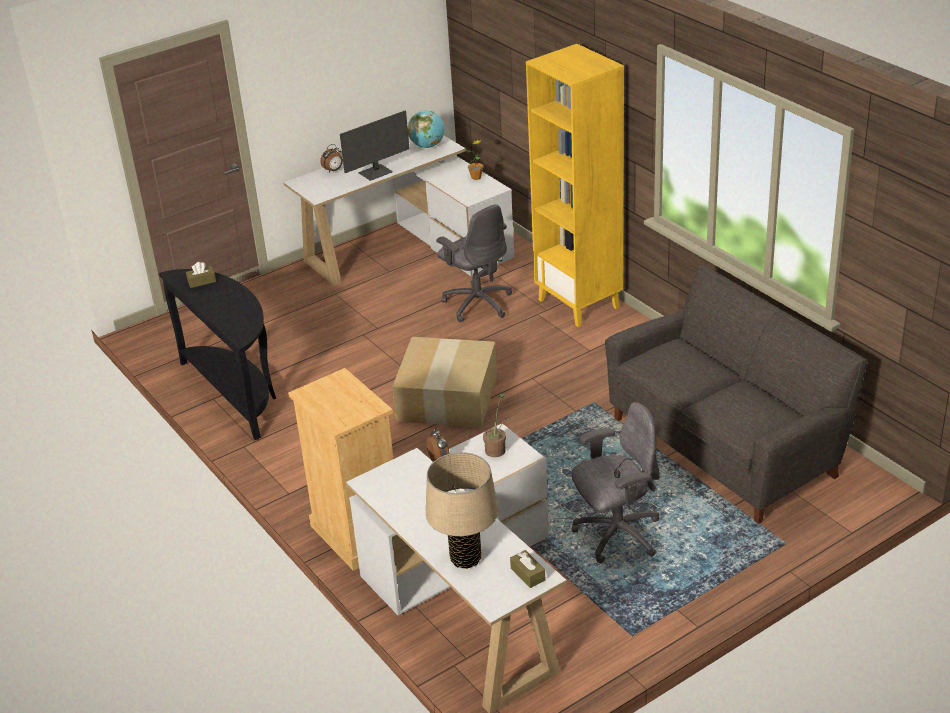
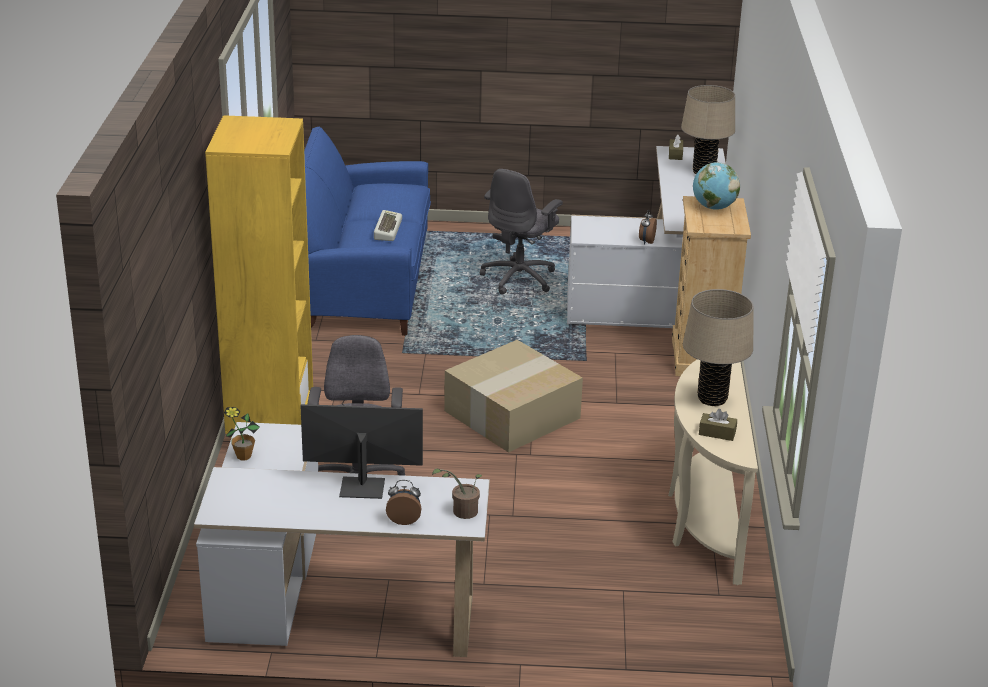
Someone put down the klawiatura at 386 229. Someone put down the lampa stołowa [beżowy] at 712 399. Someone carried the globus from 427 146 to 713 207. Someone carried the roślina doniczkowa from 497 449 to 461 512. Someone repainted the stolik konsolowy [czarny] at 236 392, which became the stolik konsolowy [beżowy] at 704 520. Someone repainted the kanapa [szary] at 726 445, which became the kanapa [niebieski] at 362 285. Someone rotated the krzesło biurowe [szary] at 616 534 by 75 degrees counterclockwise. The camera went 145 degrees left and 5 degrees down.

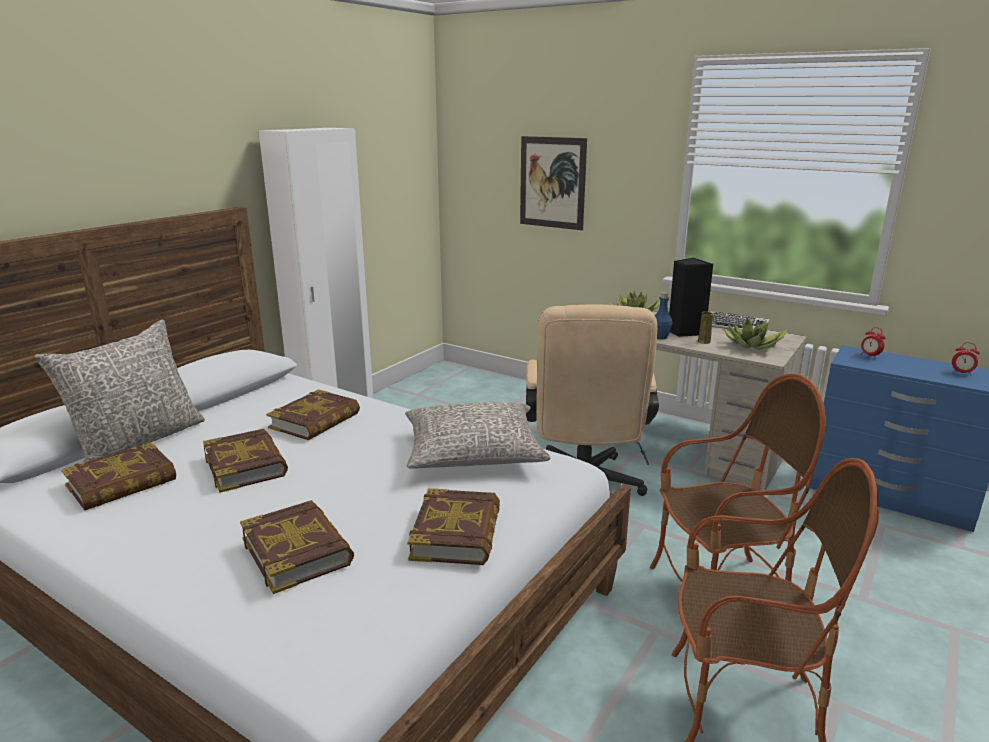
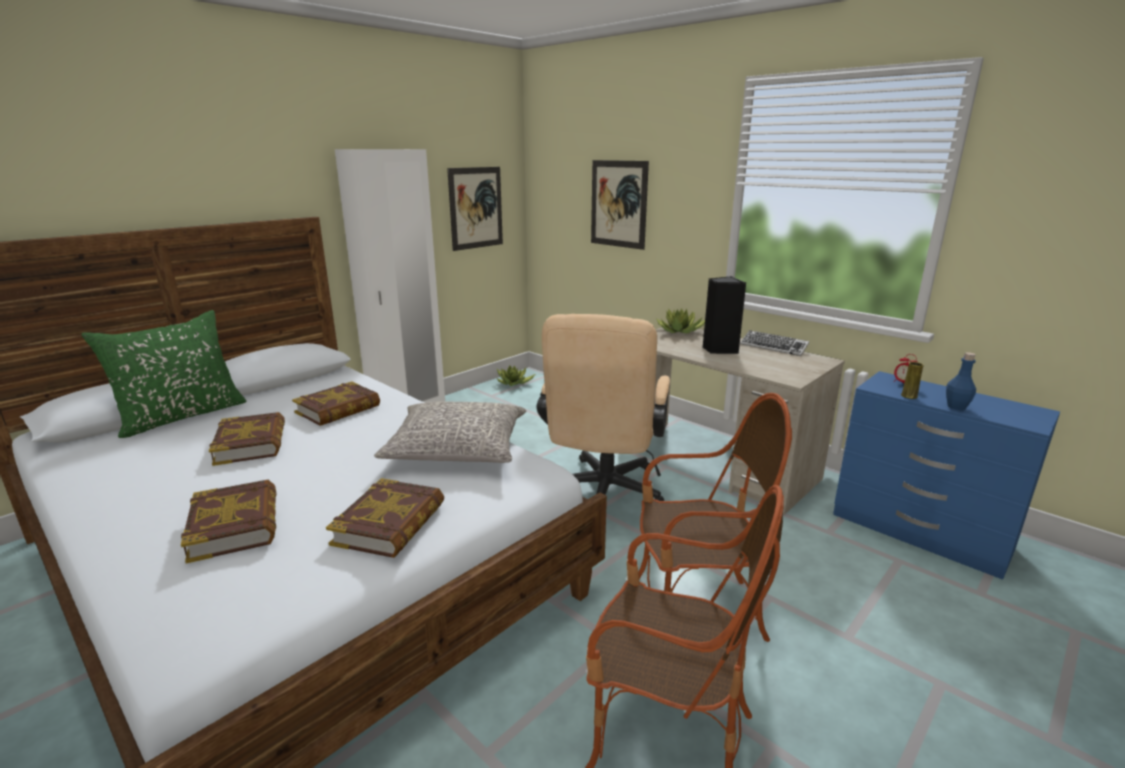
Someone took away the książka at 122 483. Someone took away the budzik at 961 373. Someone put up the obraz at 476 208. Someone carried the butelka [niebieski] from 660 337 to 956 407. Someone carried the wazon [żółty] from 704 341 to 909 396. Someone carried the roślina doniczkowa from 753 346 to 514 383. Someone repainted the poduszka [szary] at 138 442, which became the poduszka [zielony] at 181 416. The camera went 10 degrees right and 0 degrees up.

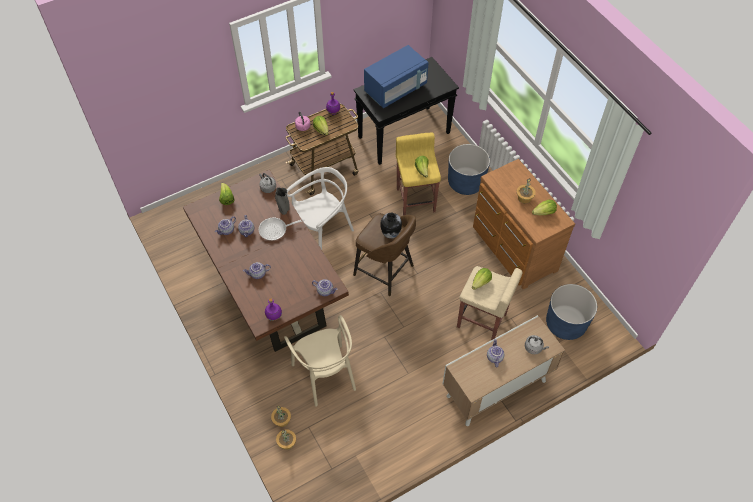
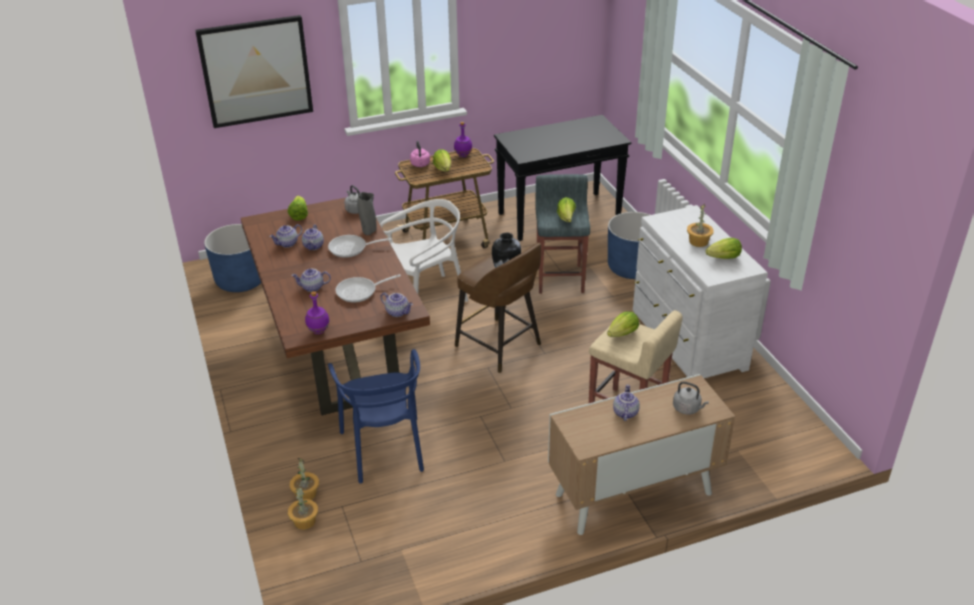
Someone took away the mikrofalówka [niebieski] at 396 89. Someone put up the obraz at 256 71. Someone put down the patelnia at 360 292. Someone carried the donica [niebieski] from 565 323 to 241 280. Someone repainted the krzesło [beżowy] at 325 375, which became the krzesło [niebieski] at 384 449. Someone repainted the stołek [żółty] at 415 199, which became the stołek [szary] at 560 278. Someone repainted the komoda [brązowy] at 513 249, which became the komoda [biały] at 686 341. The camera went 10 degrees right and 20 degrees down.

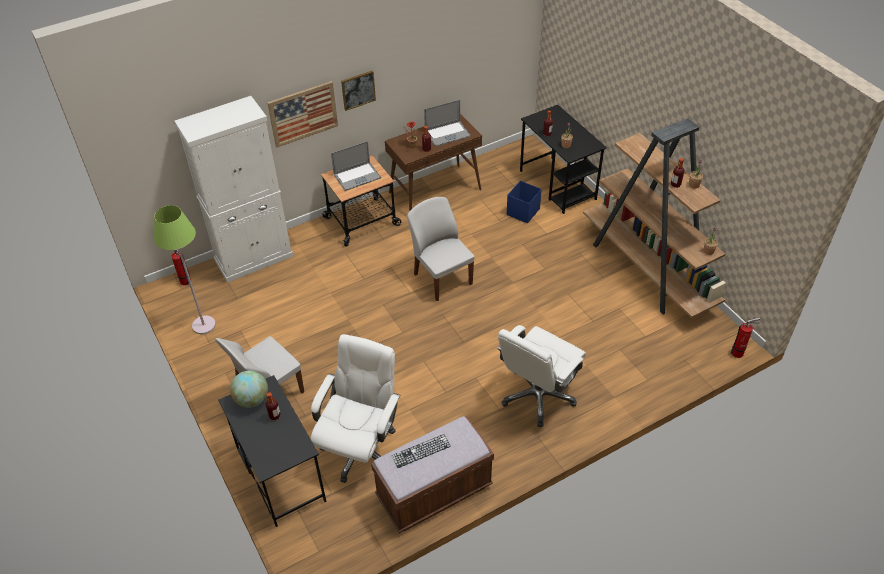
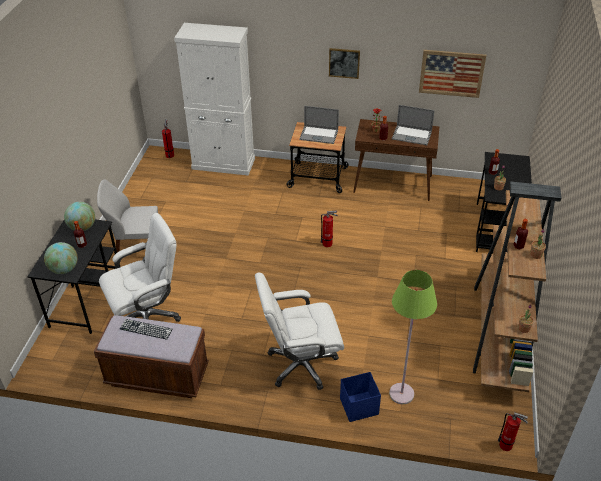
Someone put down the globus at 64 269. Someone carried the lampa stojąca [zielony] from 203 325 to 401 393. Someone carried the obraz from 303 114 to 451 73. Someone carried the pojemnik do przechowywania [niebieski] from 522 212 to 358 406. Someone swapped the krzesło [biały] at 442 278 for the gaśnica at 328 244. The camera went 40 degrees right and 5 degrees down.

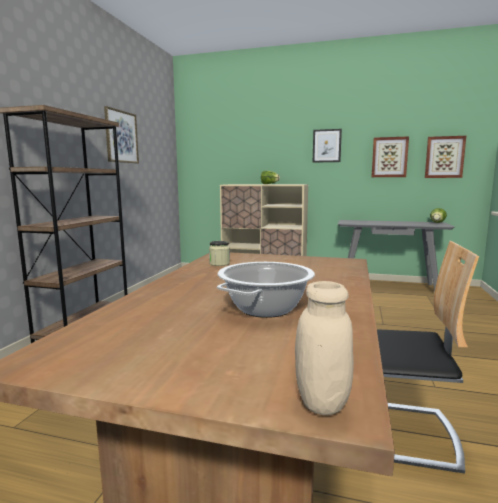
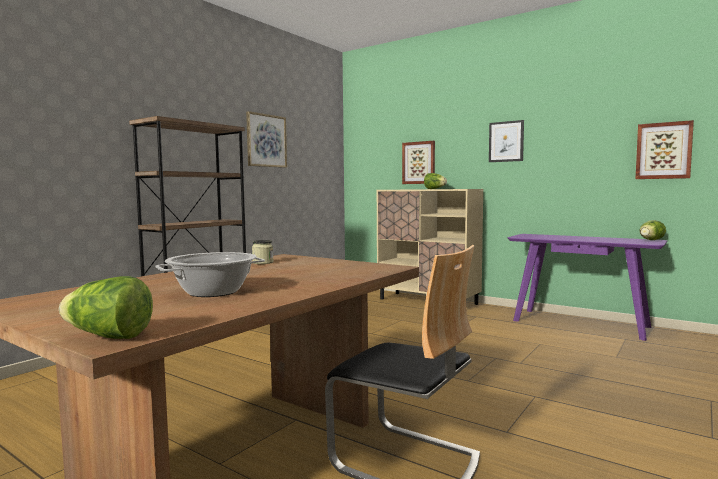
Someone carried the obraz from 389 157 to 419 163. Someone swapped the słoik [beżowy] at 322 402 for the sałata at 109 337. Someone repainted the stolik konsolowy [szary] at 388 286, which became the stolik konsolowy [fioletowy] at 580 323. The camera went 20 degrees right and 5 degrees down.

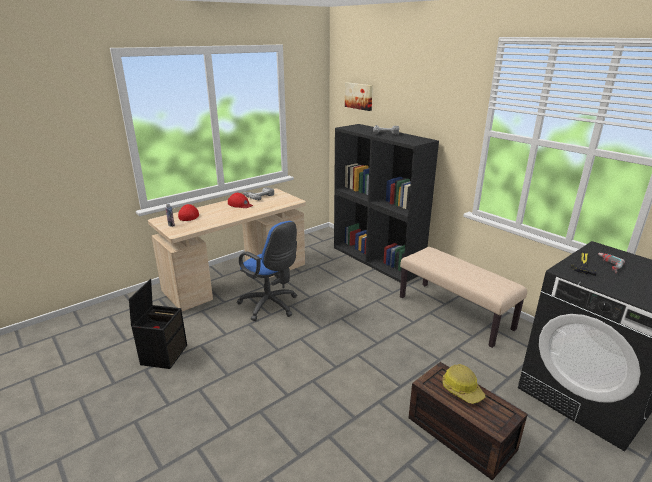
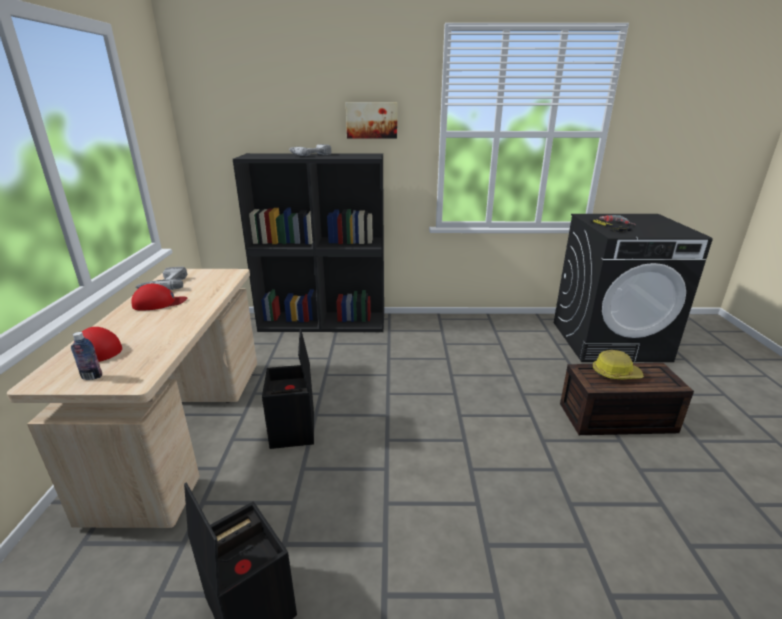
Someone took away the ławka [beżowy] at 455 312. Someone carried the obraz from 359 96 to 371 120. Someone swapped the krzesło biurowe [niebieski] at 271 306 for the pojemnik do przechowywania [czarny] at 294 430. The camera went 50 degrees left and 0 degrees up.

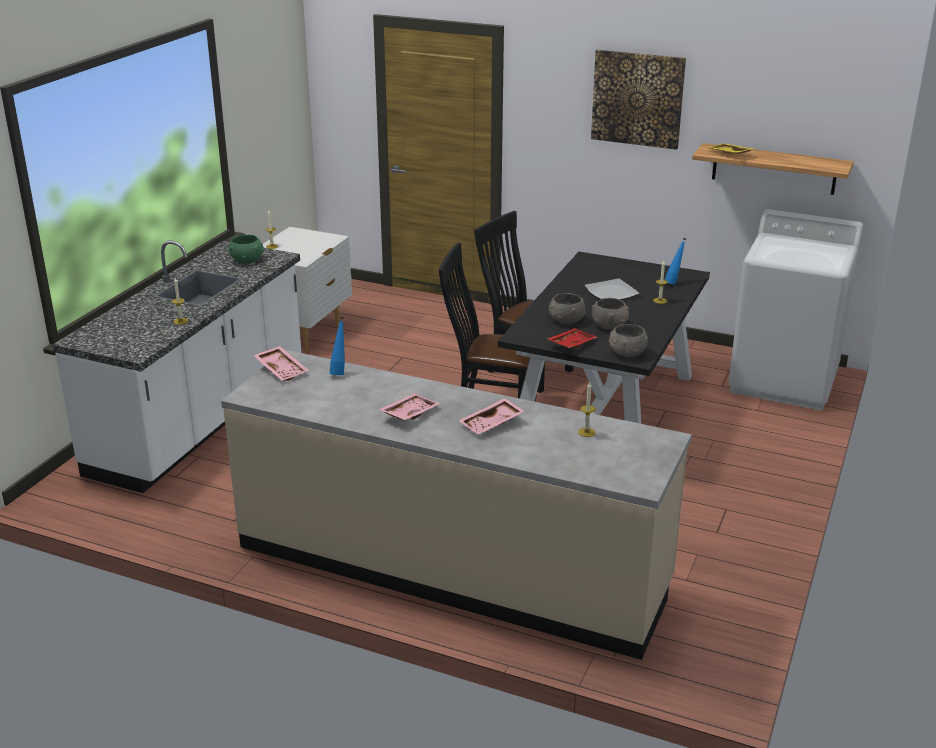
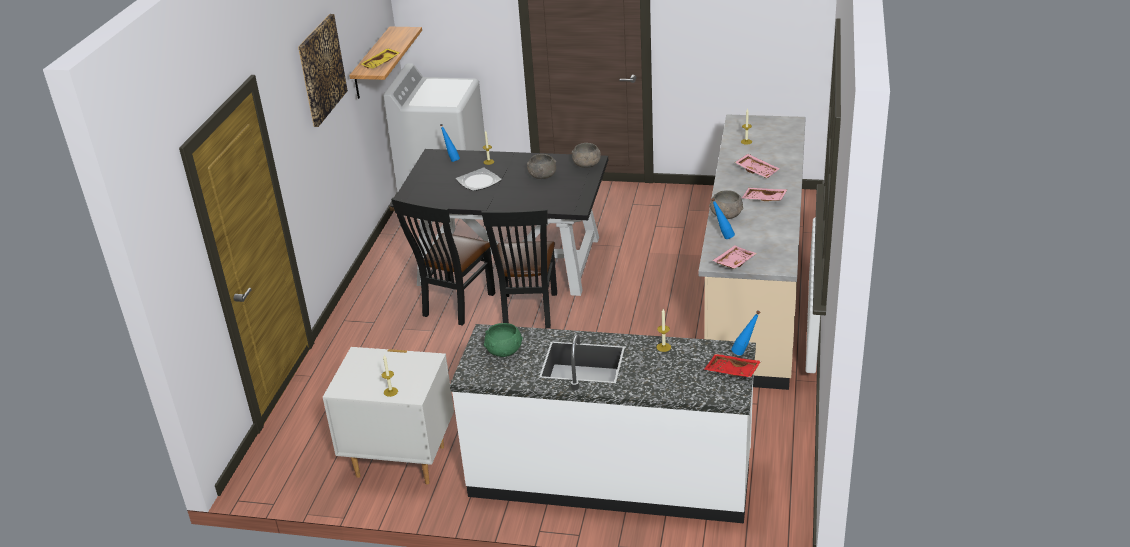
Someone put down the butelka [niebieski] at 744 353. Someone carried the taca [czerwony] from 571 344 to 731 372. Someone carried the miska [szary] from 566 320 to 726 215. The camera went 100 degrees left and 5 degrees up.

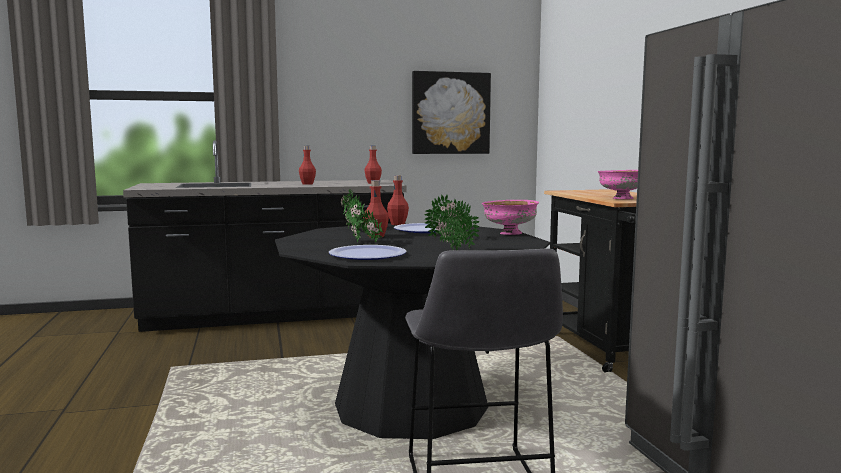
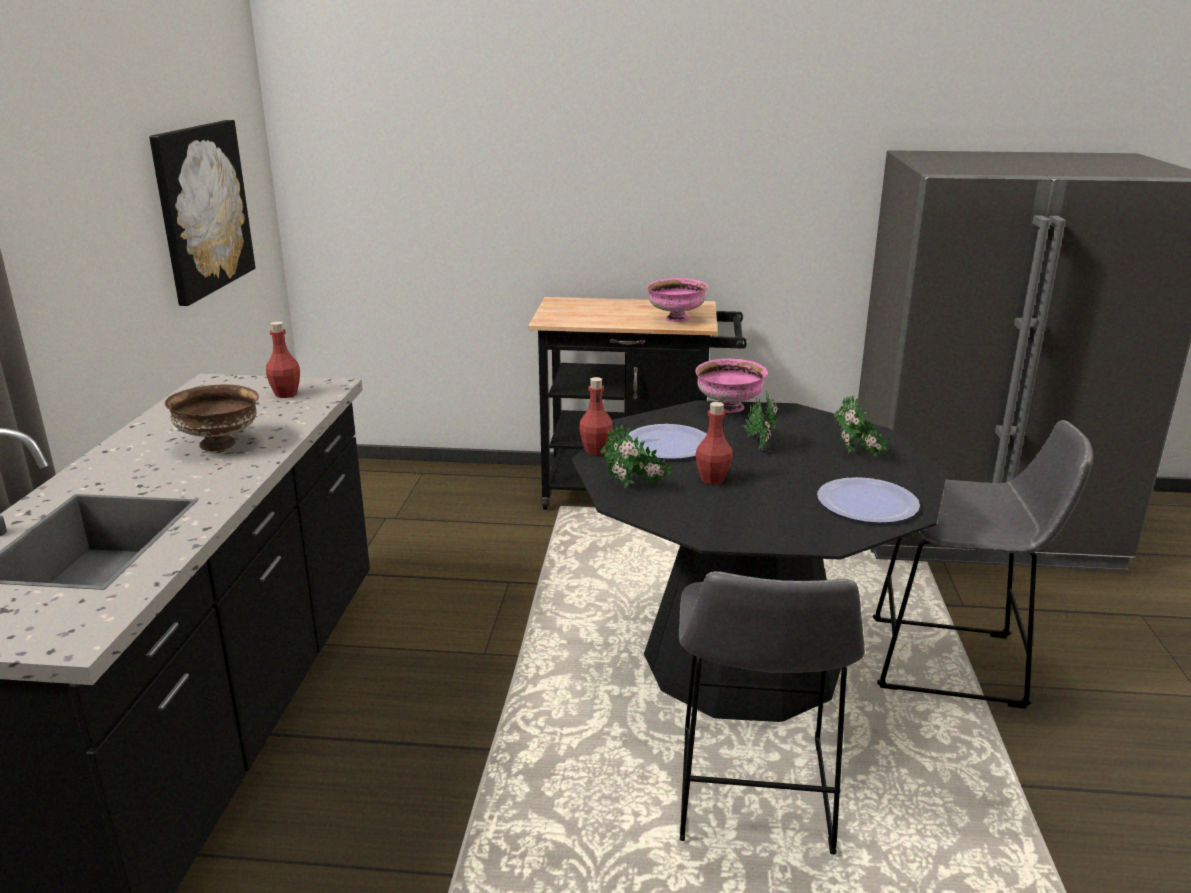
Someone took away the roślina doniczkowa at 363 243. Someone put down the stołek [szary] at 752 797. Someone swapped the butelka [czerwony] at 307 184 for the miska [brązowy] at 220 444. The camera went 70 degrees left and 15 degrees up.

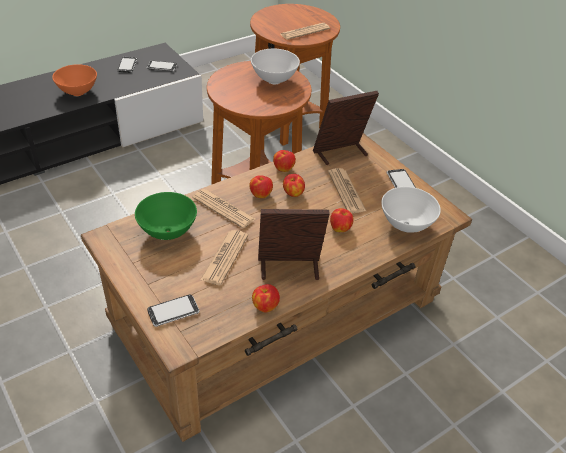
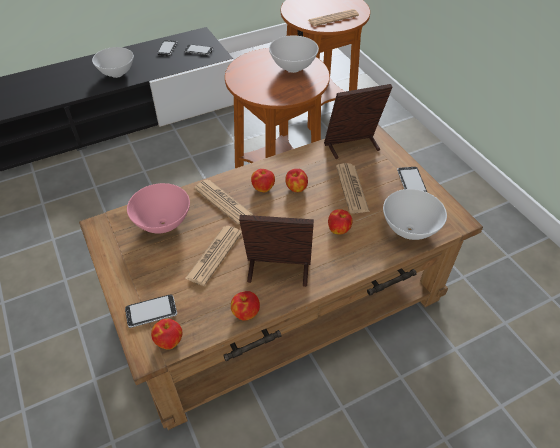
Someone carried the jabłko from 283 168 to 169 340. Someone repainted the miska [pomarańczowy] at 78 92, which became the miska [biały] at 117 74. Someone repainted the miska [zielony] at 168 232, which became the miska [różowy] at 163 224. The camera went 10 degrees right and 5 degrees up.

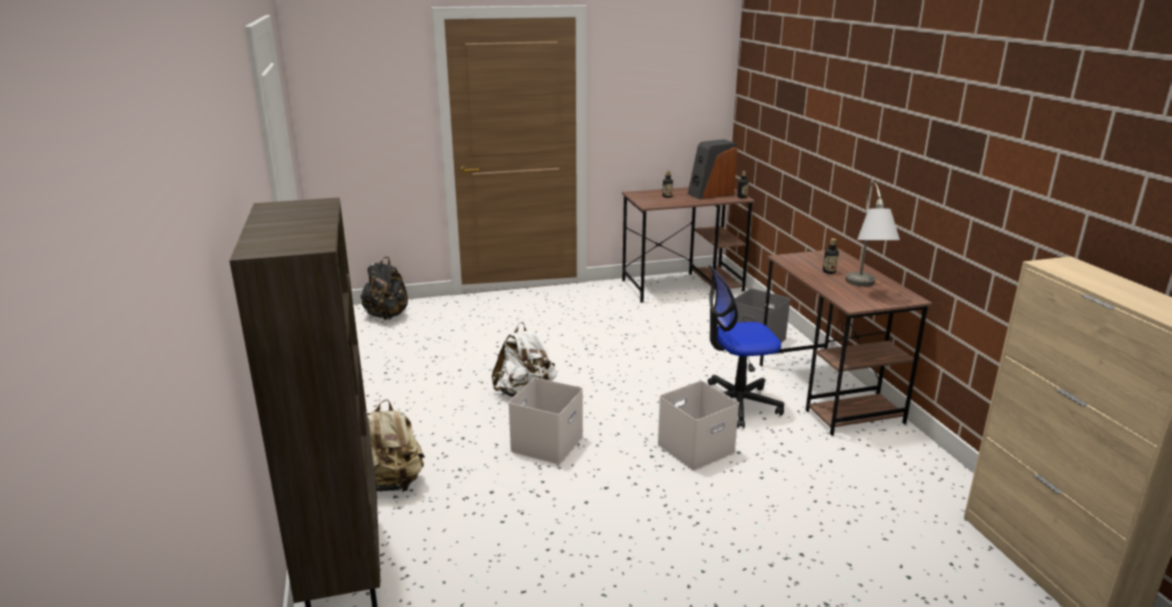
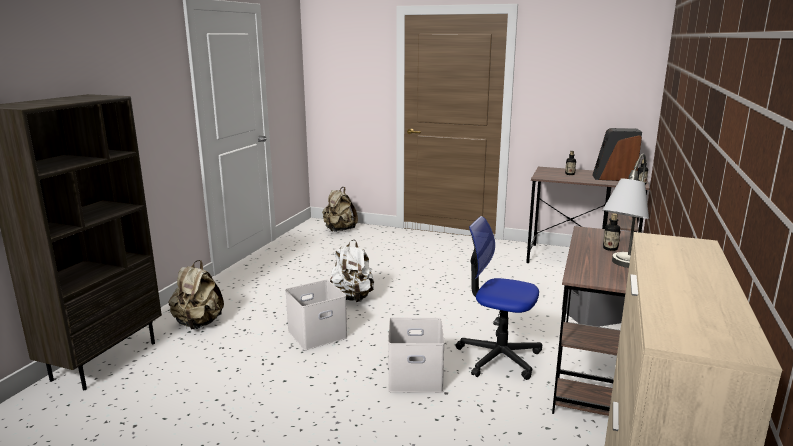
Someone repainted the plecak [czarny] at 387 316, which became the plecak [beżowy] at 339 230. The camera went 35 degrees right and 5 degrees down.

